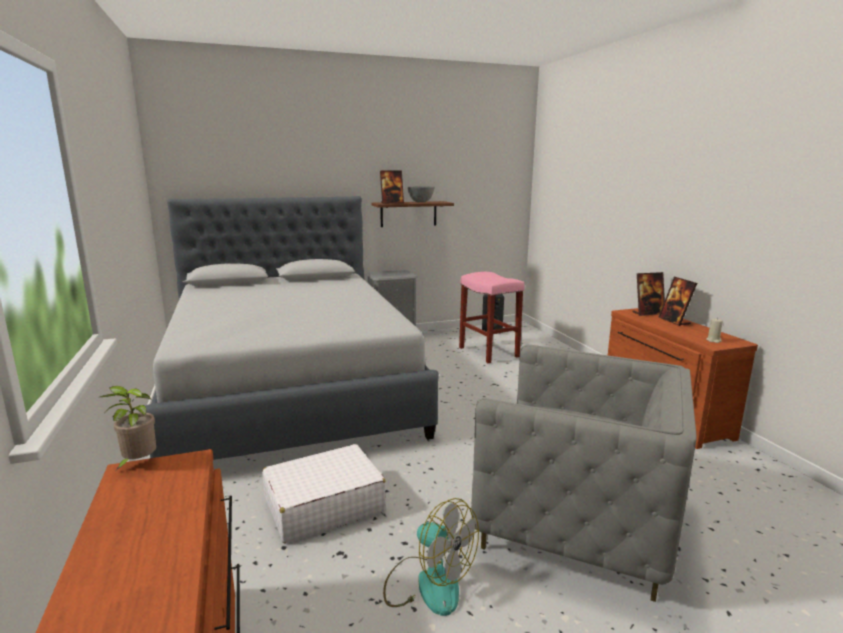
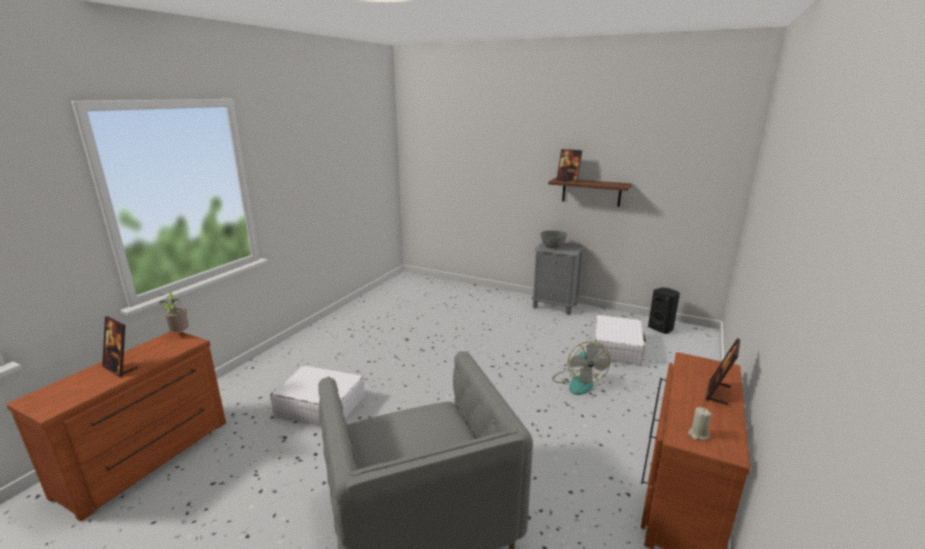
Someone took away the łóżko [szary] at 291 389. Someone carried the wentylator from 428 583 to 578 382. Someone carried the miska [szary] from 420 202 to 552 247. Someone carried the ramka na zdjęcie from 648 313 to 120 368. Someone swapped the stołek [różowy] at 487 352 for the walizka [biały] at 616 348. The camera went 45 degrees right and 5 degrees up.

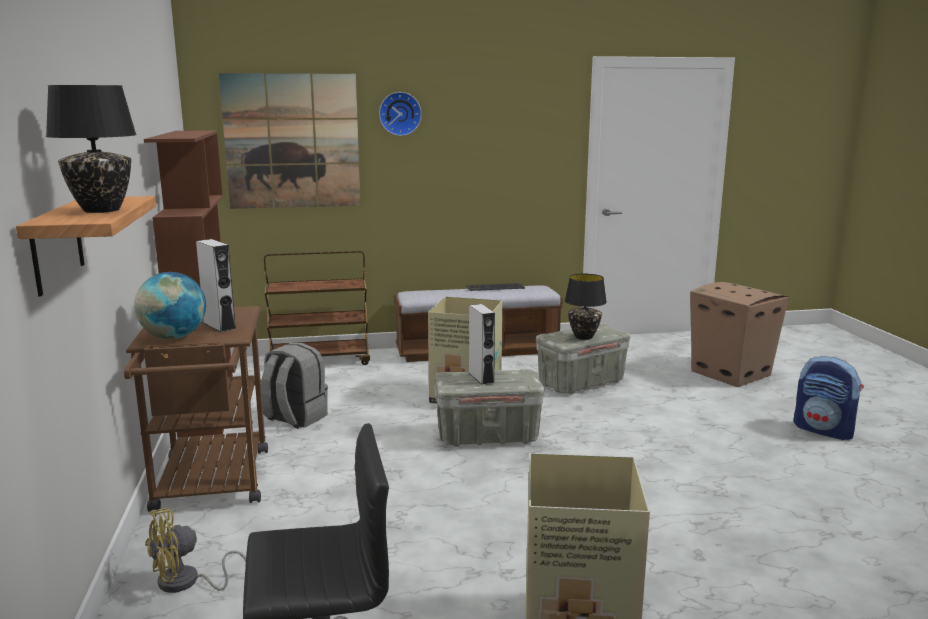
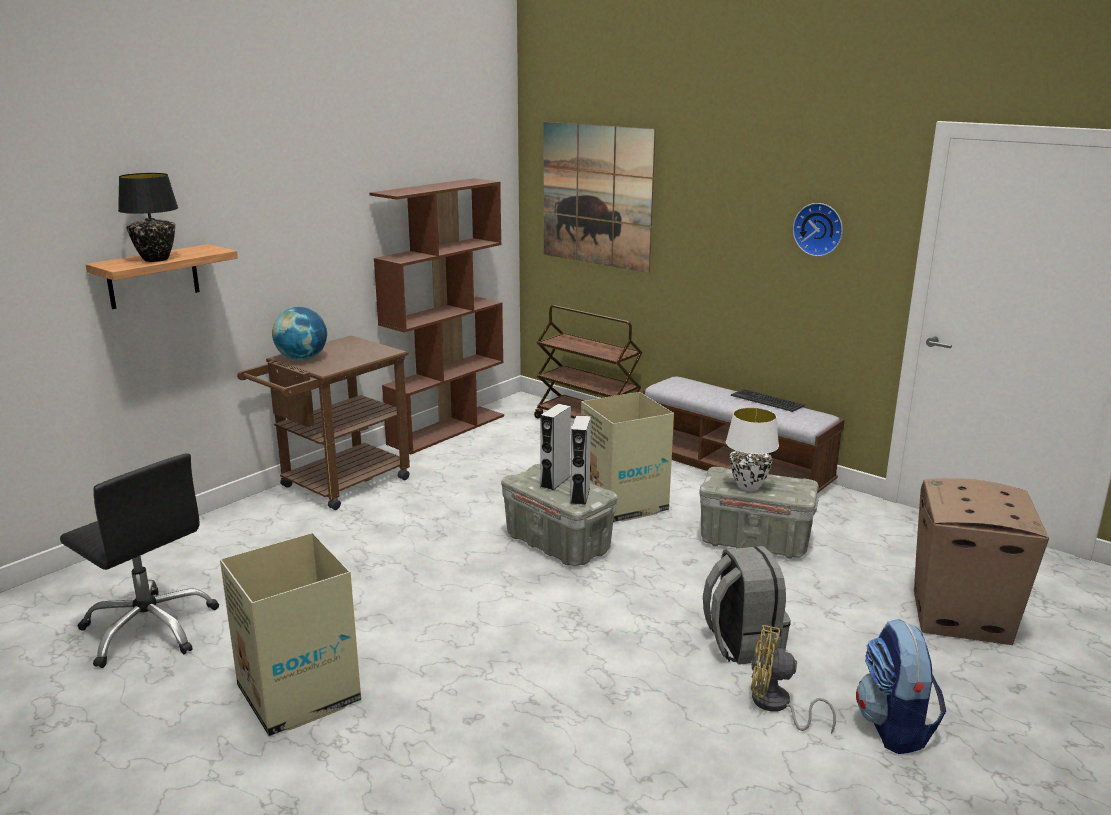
Someone carried the wentylator [żółty] from 186 583 to 776 706. Someone carried the głośnik [szary] from 219 326 to 580 496. Someone carried the plecak [szary] from 294 418 to 742 643. Someone carried the zegar ścienny from 400 113 to 819 229. Someone repainted the lampa stołowa [czarny] at 584 337, which became the lampa stołowa [biały] at 748 487. The camera went 50 degrees right and 5 degrees up.

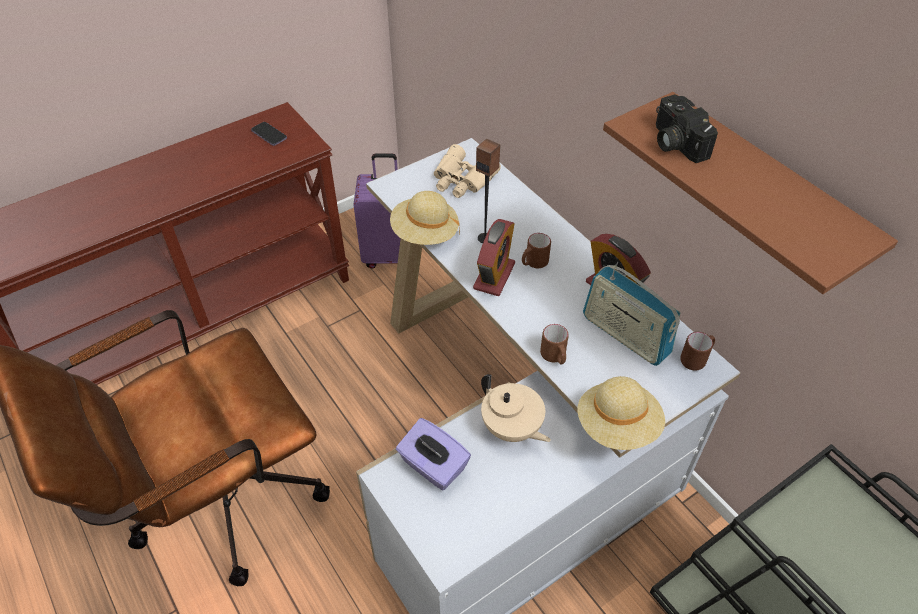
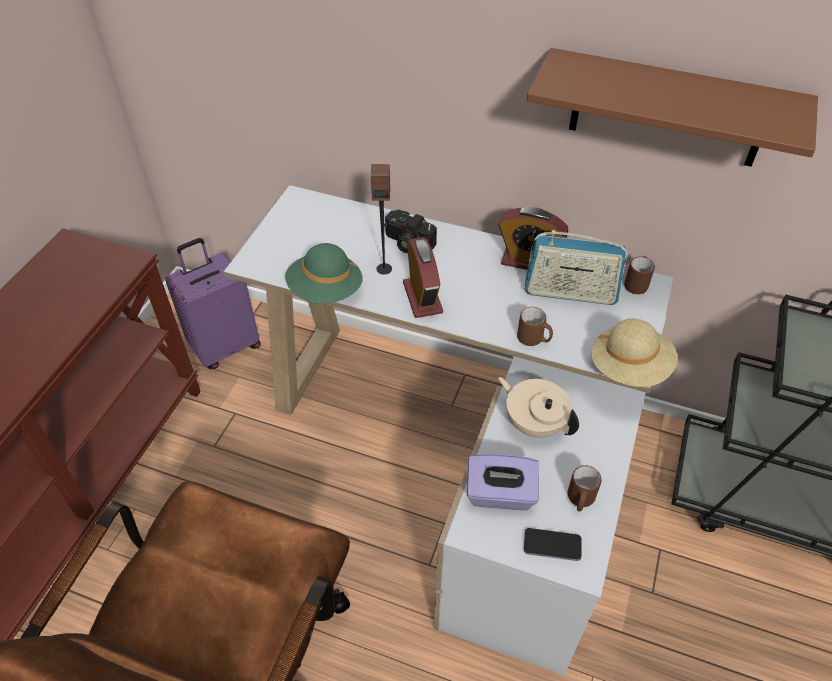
Someone took away the lornetka [beżowy] at 462 180. Someone carried the telefon from 269 135 to 552 545. Someone carried the kubek [brązowy] from 533 263 to 580 500. Someone carried the aparat fotograficzny from 674 143 to 407 243. Someone repainted the kapelusz [beżowy] at 425 233, which became the kapelusz [zielony] at 325 291. Someone rotated the imbryk [beżowy] at 511 428 by 150 degrees counterclockwise. The camera went 35 degrees left and 0 degrees up.

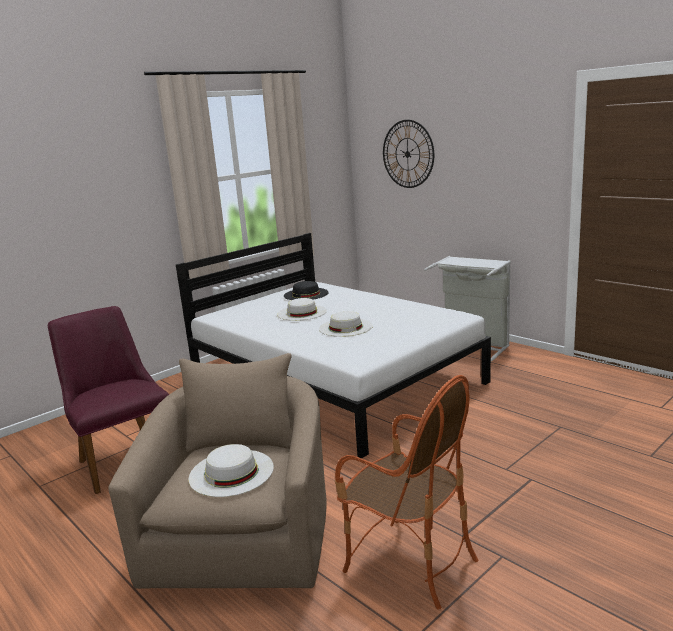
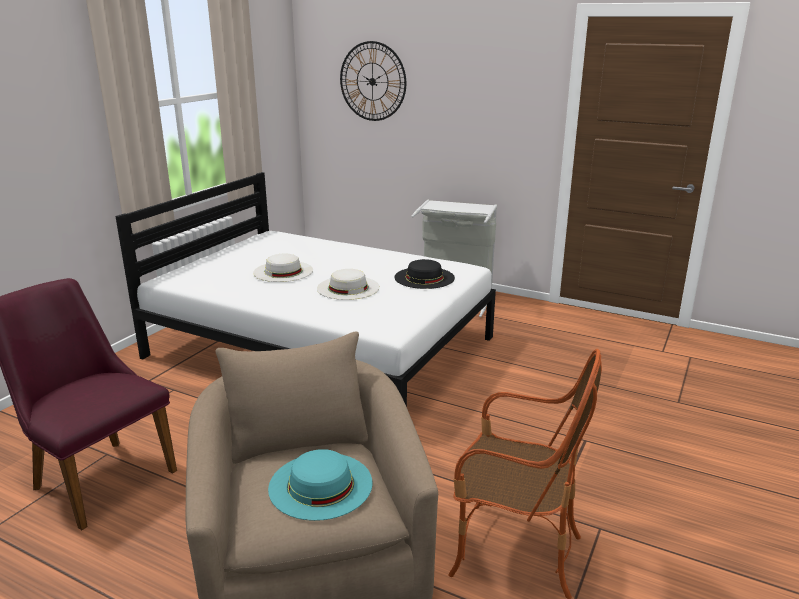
Someone carried the kapelusz [czarny] from 306 294 to 424 277. Someone repainted the kapelusz [biały] at 231 472, which became the kapelusz [turkusowy] at 320 485. The camera went 20 degrees left and 5 degrees up.

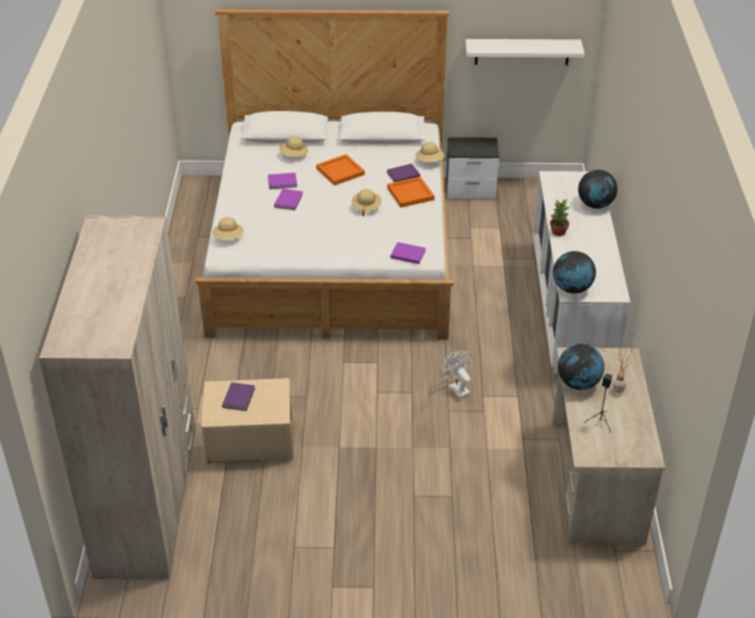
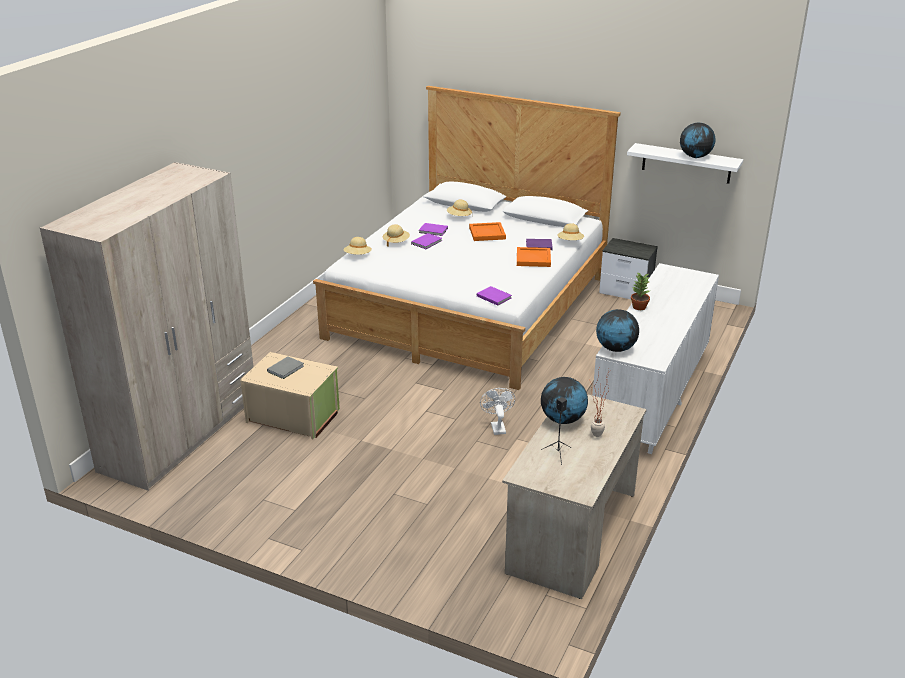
Someone carried the kapelusz [beżowy] from 366 207 to 396 242. Someone carried the globus from 595 205 to 695 157. Someone repainted the książka [fioletowy] at 239 397, which became the książka [szary] at 286 368. The camera went 25 degrees right and 10 degrees down.

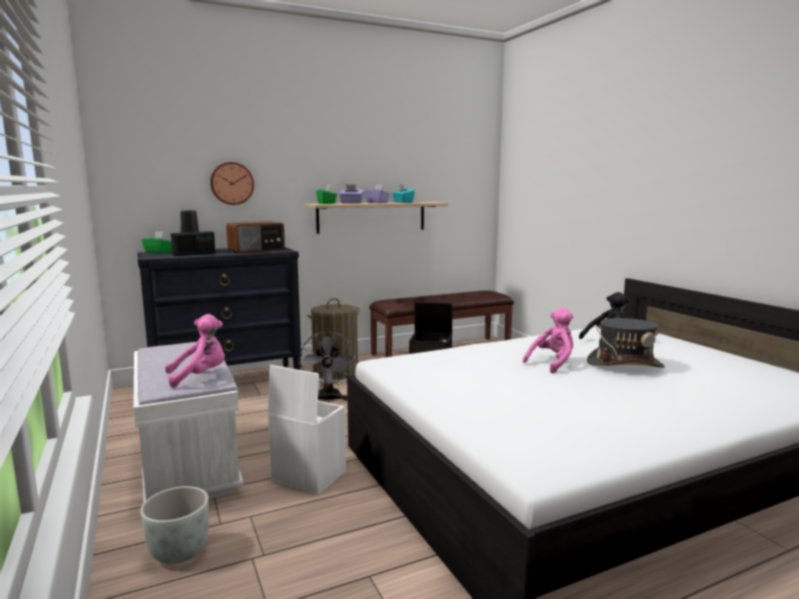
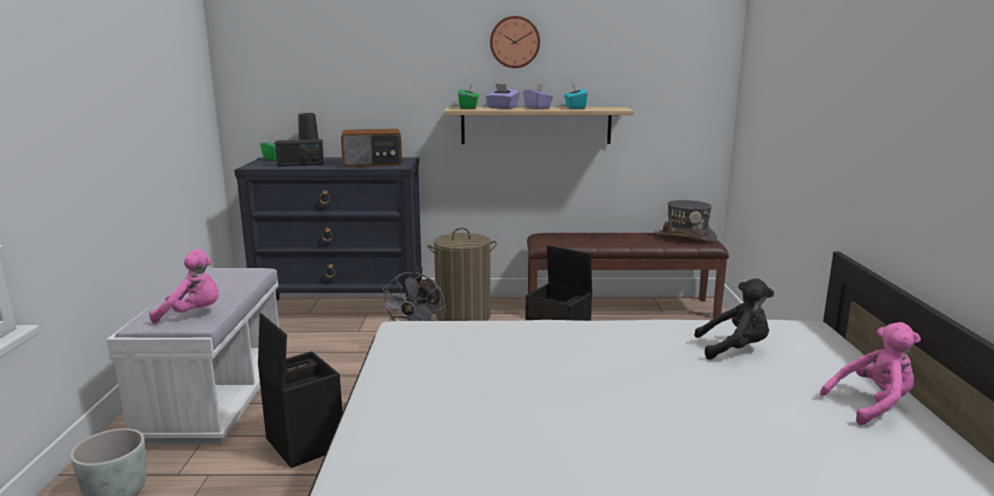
Someone carried the zegar ścienny from 232 183 to 514 42. Someone carried the pluszak [różowy] from 552 363 to 872 405. Someone carried the kapelusz [szary] from 624 364 to 687 237. Someone repainted the pojemnik do przechowywania [biały] at 307 476, which became the pojemnik do przechowywania [czarny] at 303 443. The camera went 25 degrees right and 5 degrees up.

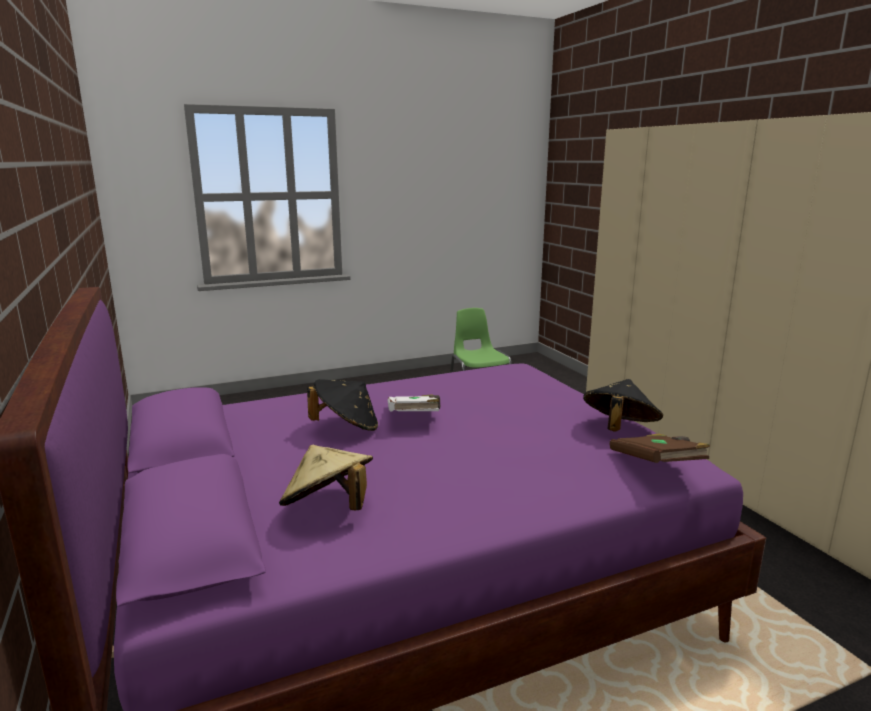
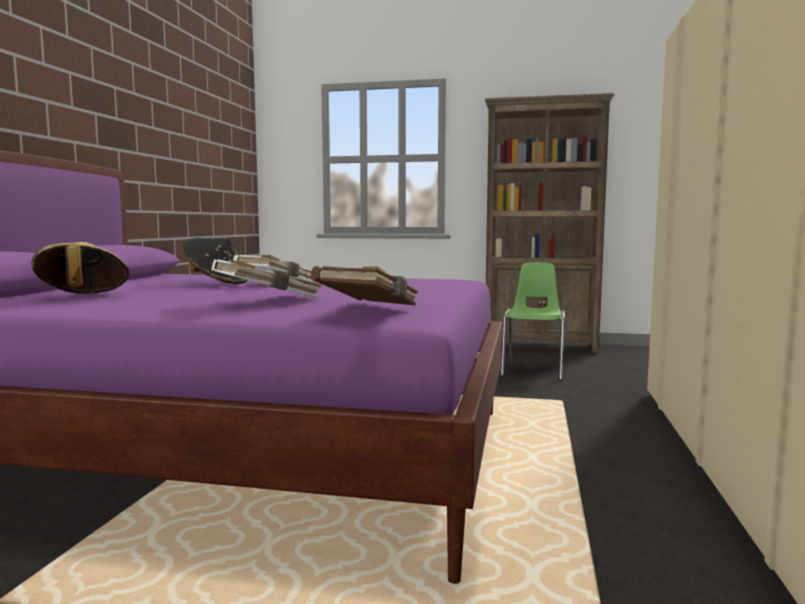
Someone took away the kapelusz [czarny] at 619 429. Someone put down the książka [biały] at 268 299. Someone put down the regał [brązowy] at 541 346. The camera went 35 degrees right and 10 degrees down.

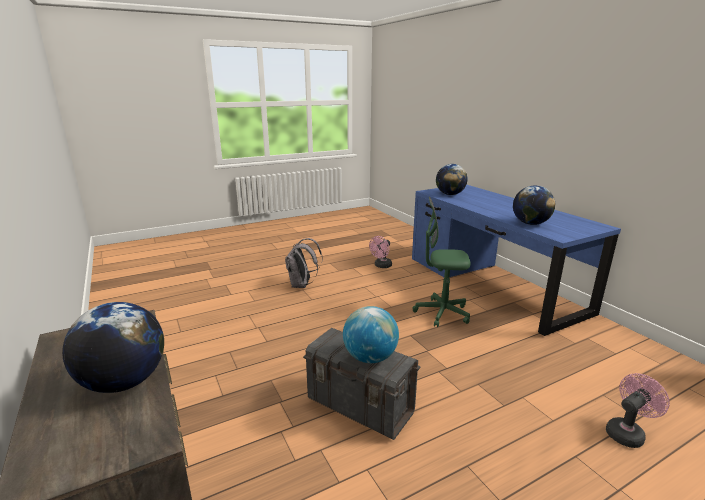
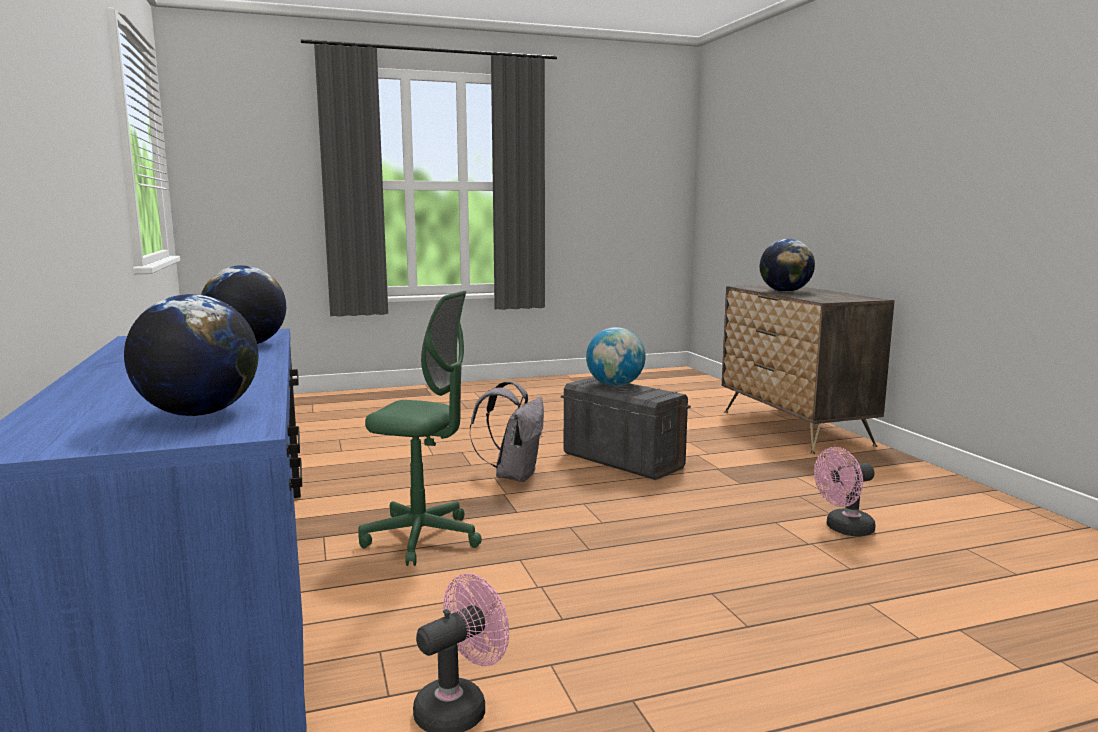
Someone carried the plecak [szary] from 302 285 to 514 475. Someone carried the wentylator [różowy] from 627 432 to 844 529. The camera went 170 degrees left and 10 degrees down.

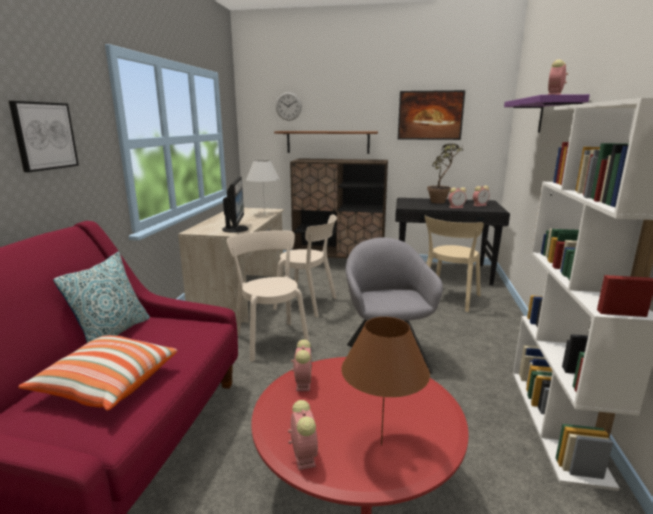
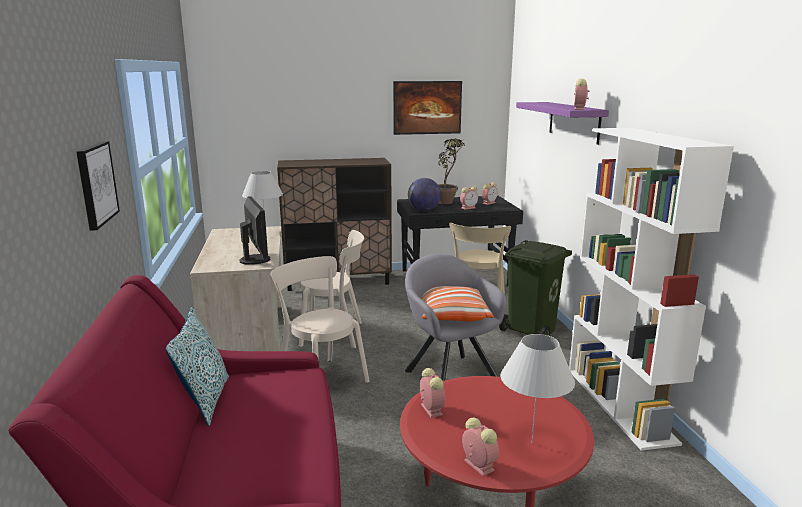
Someone took away the półka at 327 142. Someone took away the zegar ścienny at 288 106. Someone put down the globus at 424 210. Someone put down the kosz na śmieci [zielony] at 532 330. Someone carried the poduszka from 106 385 to 452 316. Someone repainted the lampa stołowa [brązowy] at 381 445, which became the lampa stołowa [biały] at 531 443. The camera went 20 degrees left and 0 degrees up.

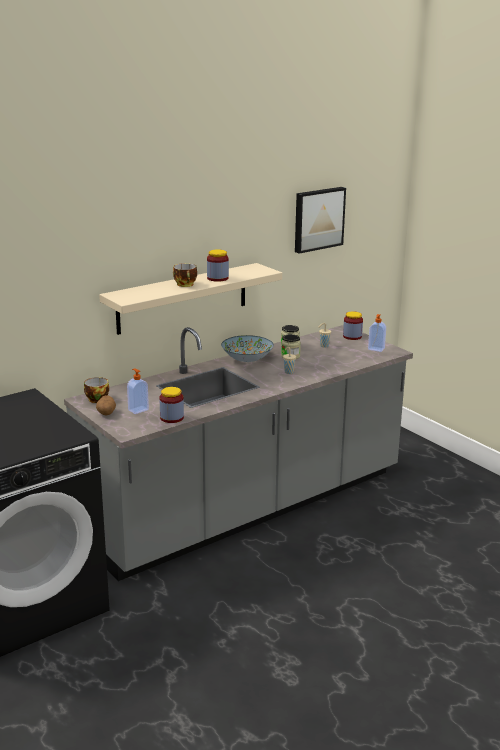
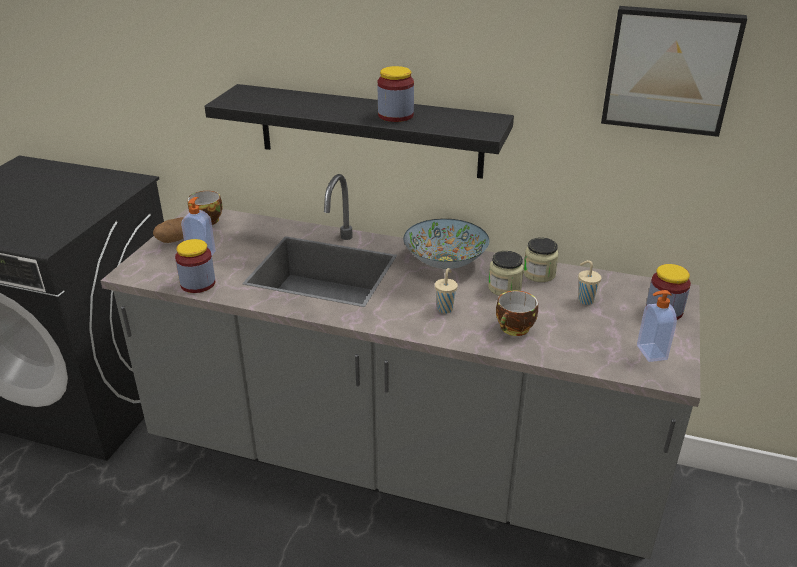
Someone carried the filiżanka from 186 285 to 515 329. Someone repainted the półka [beżowy] at 183 298, which became the półka [czarny] at 369 131. The camera went 55 degrees right and 10 degrees up.

